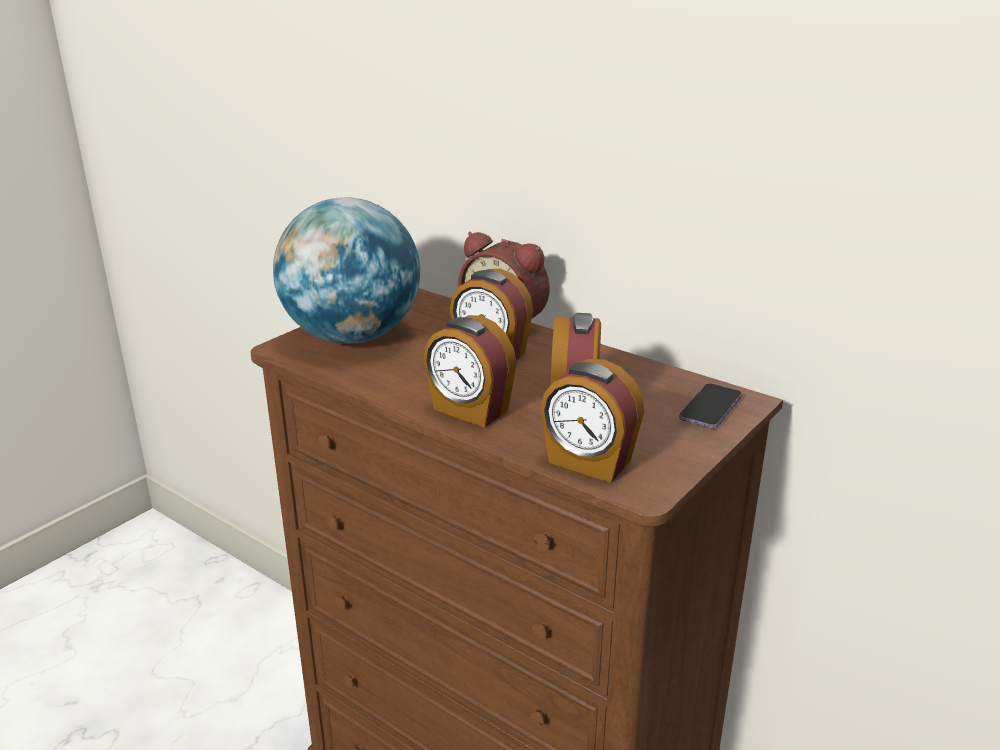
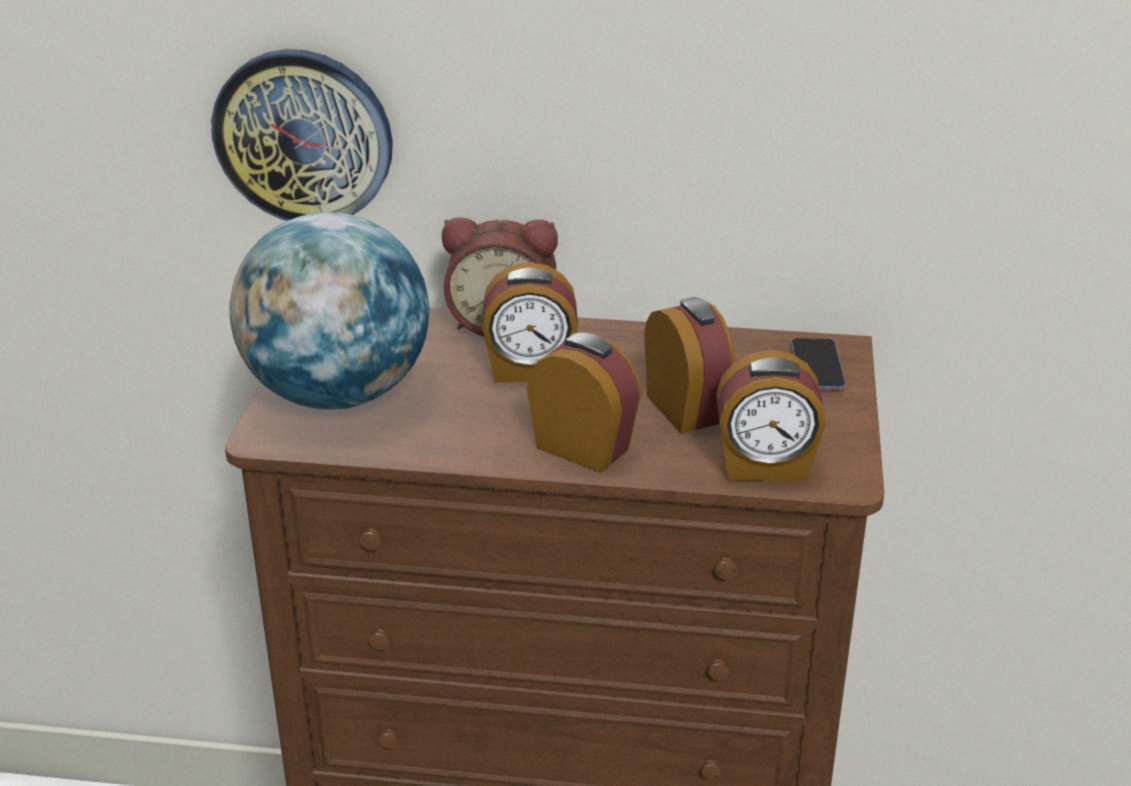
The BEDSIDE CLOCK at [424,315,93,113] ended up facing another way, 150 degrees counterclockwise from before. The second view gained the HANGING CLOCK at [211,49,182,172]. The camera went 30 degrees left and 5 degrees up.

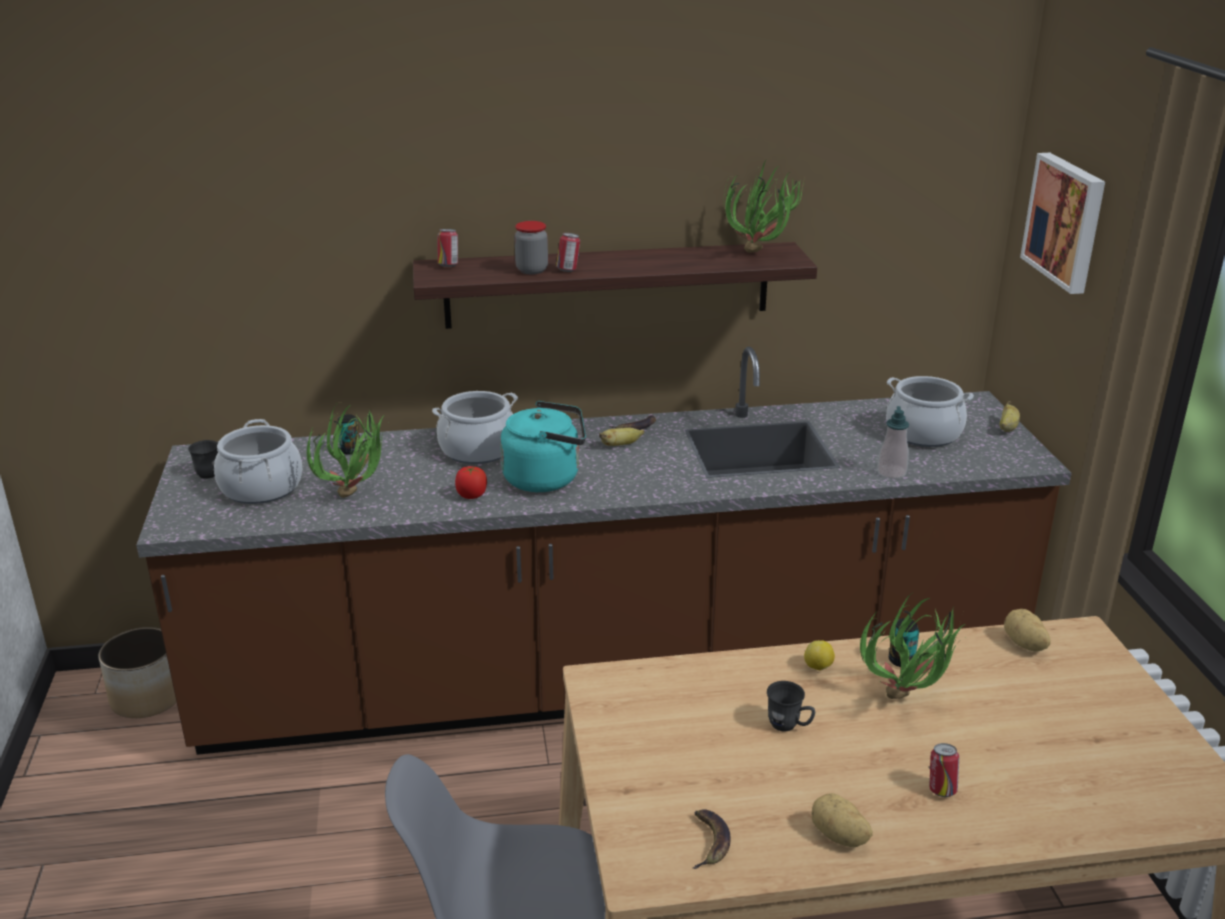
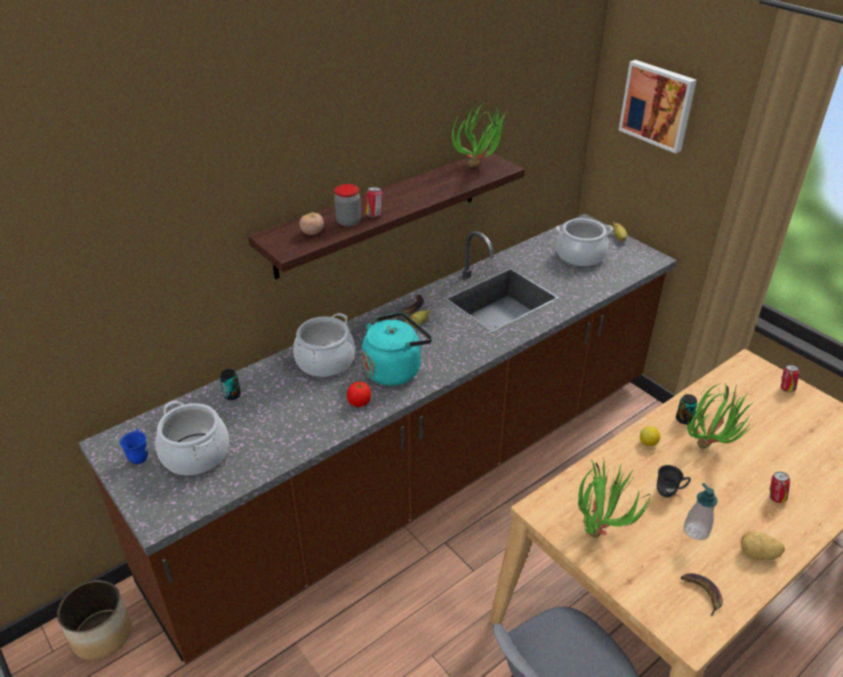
What was the GRAY TEA MUG at [188,440,31,39] turned into the BLUISH TEA MUG at [120,429,28,35]. The HOUSEPLANT ended up elsewhere, having gone from [307,405,77,93] to [578,459,73,79]. The CAN ended up elsewhere, having gone from [438,229,20,38] to [781,365,19,27]. The SOAP DISPENSER ended up elsewhere, having gone from [877,406,32,73] to [684,483,34,57]. The second view lost the POTATO at [1004,609,47,42]. The second view gained the WHOLE TOMATO at [299,213,25,22]. The camera went 30 degrees left and 10 degrees up.

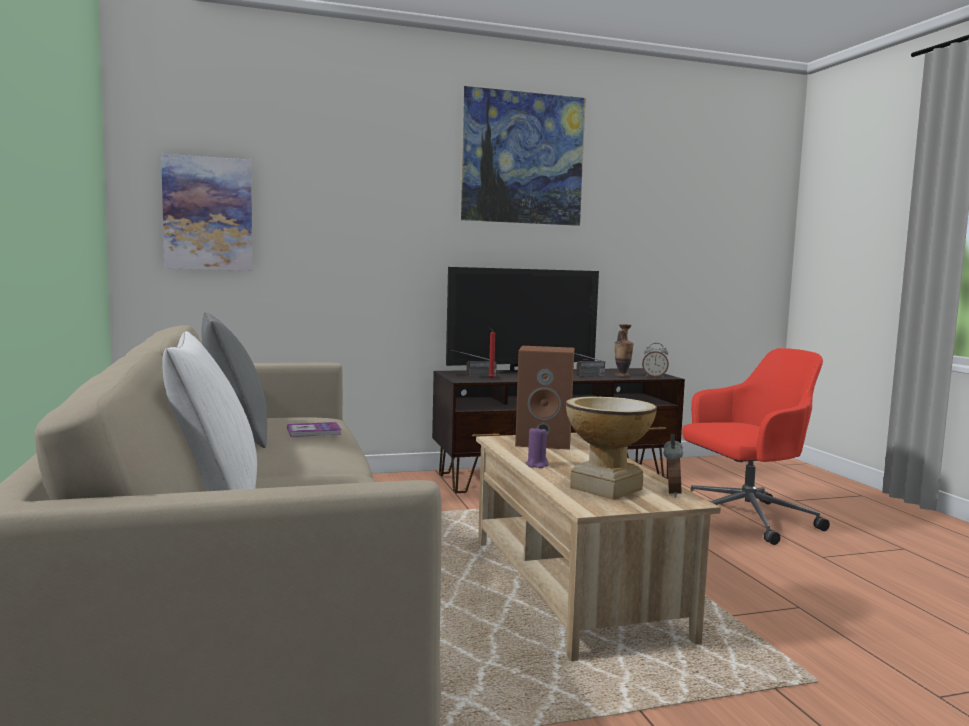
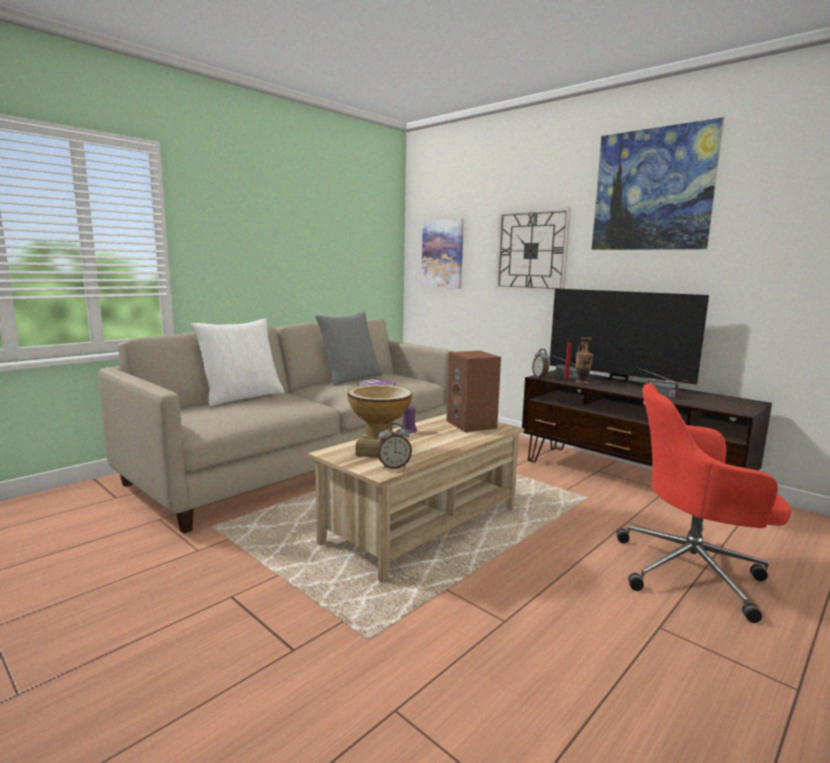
The FLOWER VASE ended up elsewhere, having gone from [615,324,19,53] to [576,337,17,47]. The BEDSIDE CLOCK ended up elsewhere, having gone from [642,343,27,35] to [532,349,18,30]. The RED-COLOURED COMPUTER CHAIR at [682,348,148,197] ended up facing another way, 150 degrees clockwise from before. The second view gained the HANGING CLOCK at [495,208,76,84]. The camera went 60 degrees right and 5 degrees up.

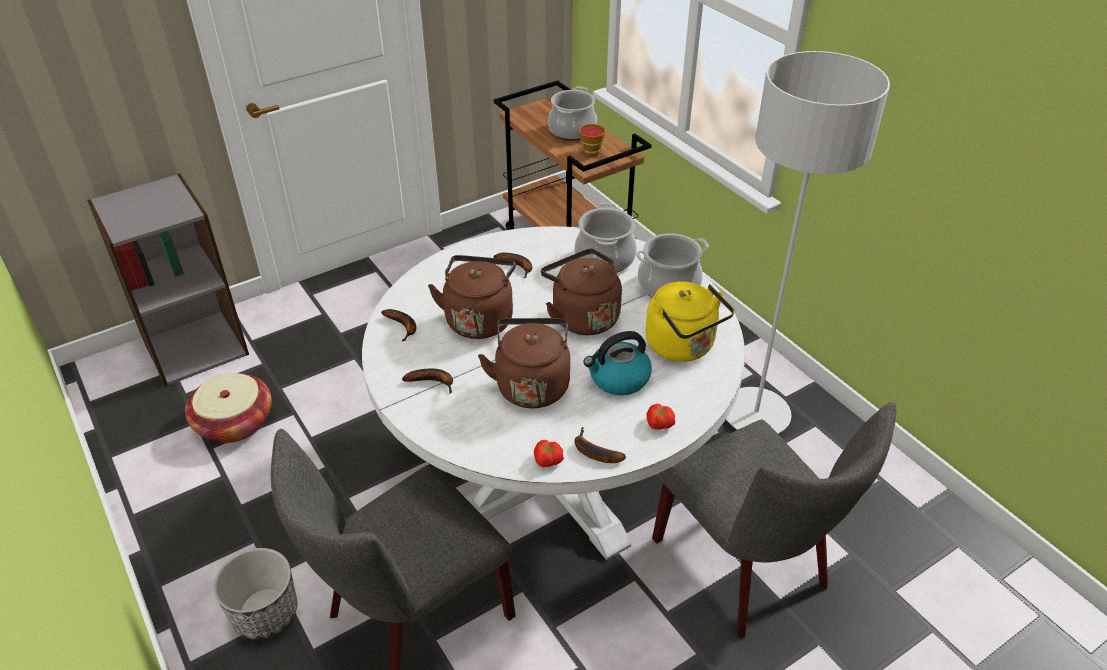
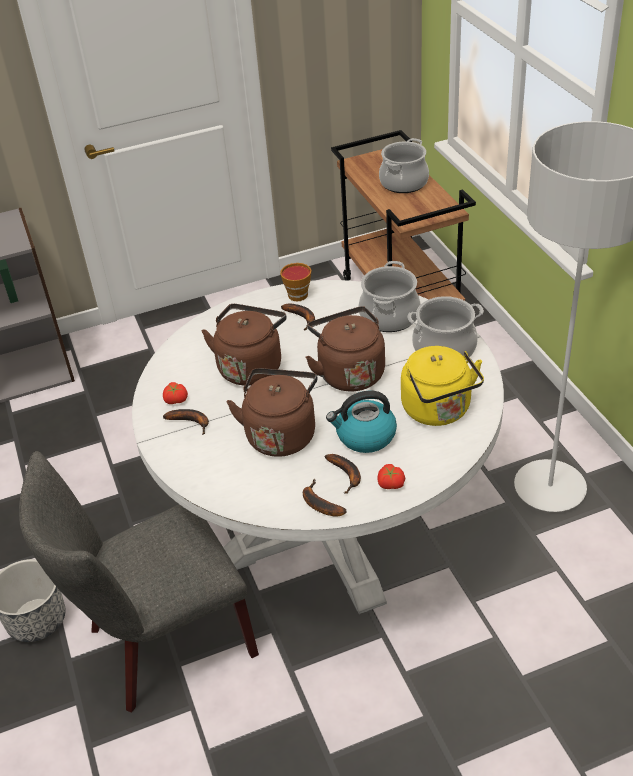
The second view lost the HOUSEHOLD BASKET at [185,373,87,70]. The BANANA FRUIT ended up elsewhere, having gone from [381,309,35,32] to [324,454,37,40]. The WHOLE TOMATO ended up elsewhere, having gone from [534,440,30,27] to [163,382,25,22]. The SMALL CUP ended up elsewhere, having gone from [579,124,27,33] to [280,263,31,38]. The second view lost the GRAY UPRIGHT CHAIR at [652,402,244,235]. The camera went 15 degrees right and 0 degrees up.

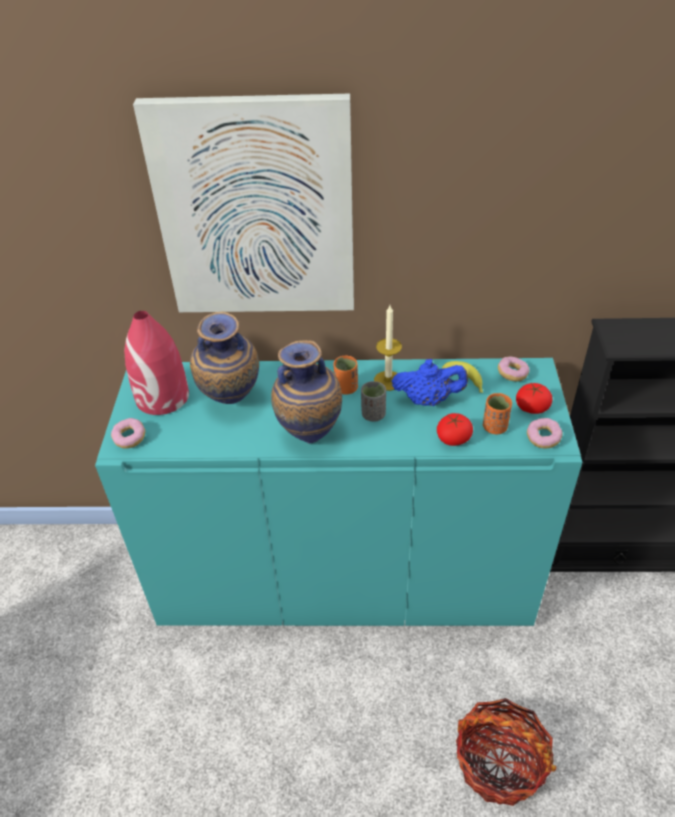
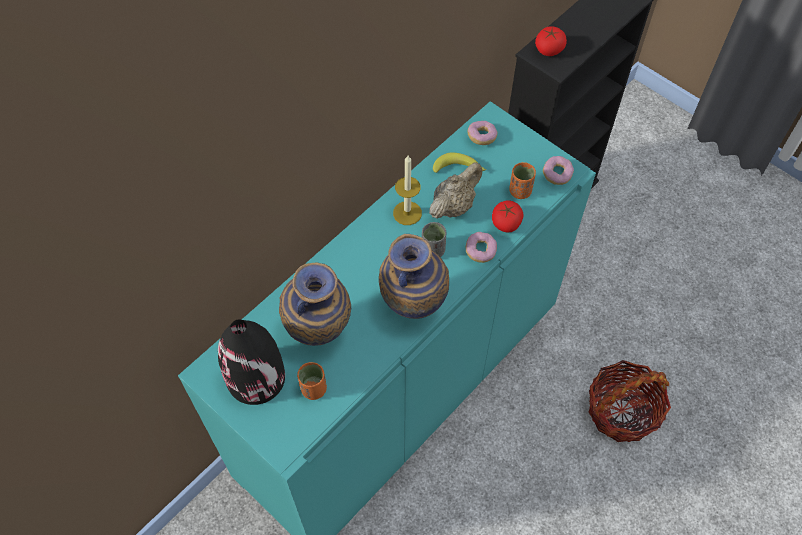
The RING DOUGHNUT ended up elsewhere, having gone from [111,418,34,31] to [466,232,31,31]. What was the RED-COLOURED FLOWER VASE at [124,311,65,104] turned into the BLACK-COLOURED FLOWER VASE at [218,319,67,86]. The second view lost the WALL ART at [133,94,221,218]. The ORANGEY SMALL CUP ended up elsewhere, having gone from [333,355,25,39] to [297,362,30,38]. What was the BLUISH TEA POT at [392,359,76,47] turned into the BEIGE TEA POT at [429,163,53,56]. The WHOLE TOMATO ended up elsewhere, having gone from [516,383,36,31] to [535,26,32,30]. The camera went 50 degrees left and 15 degrees up.

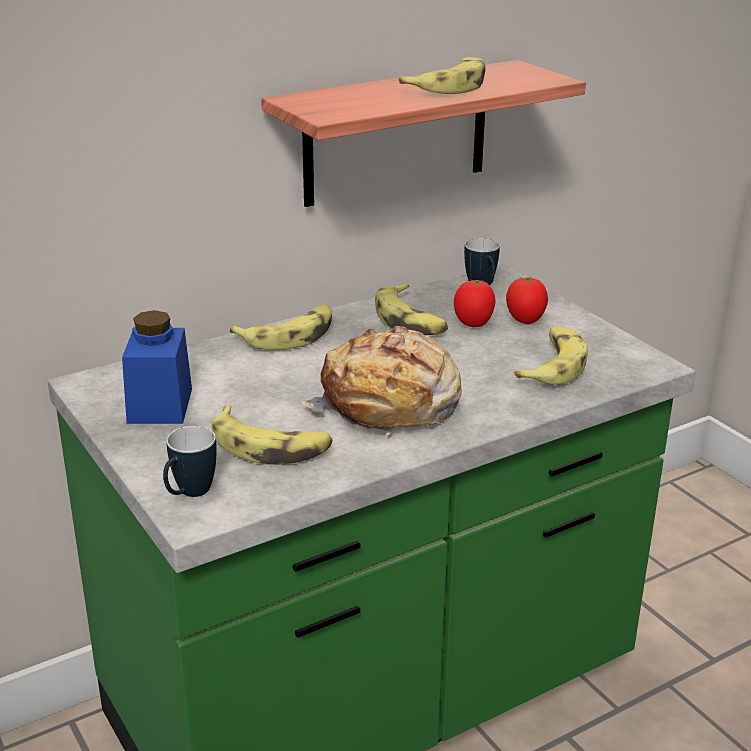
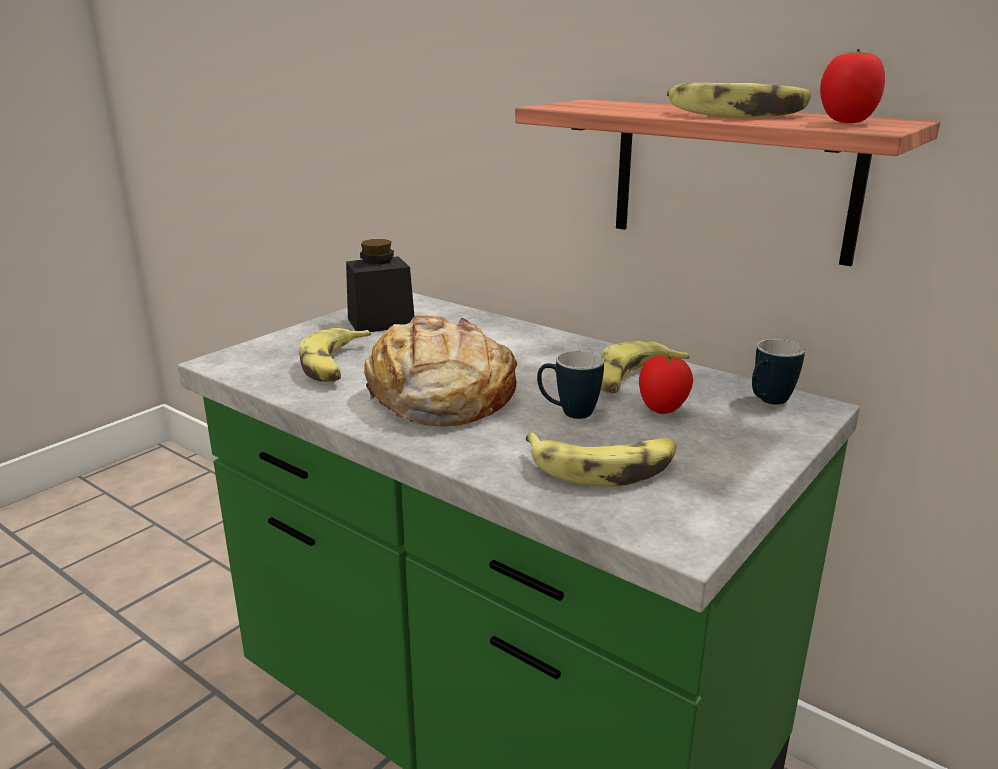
What was the BLUISH PRESERVE JAR at [122,310,70,114] turned into the BLACK-COLOURED PRESERVE JAR at [346,239,68,93]. The TEA MUG ended up elsewhere, having gone from [163,426,54,71] to [537,351,67,68]. The second view lost the BANANA FRUIT at [230,305,102,45]. The WHOLE TOMATO ended up elsewhere, having gone from [506,276,42,48] to [820,49,65,74]. The camera went 70 degrees right and 5 degrees down.

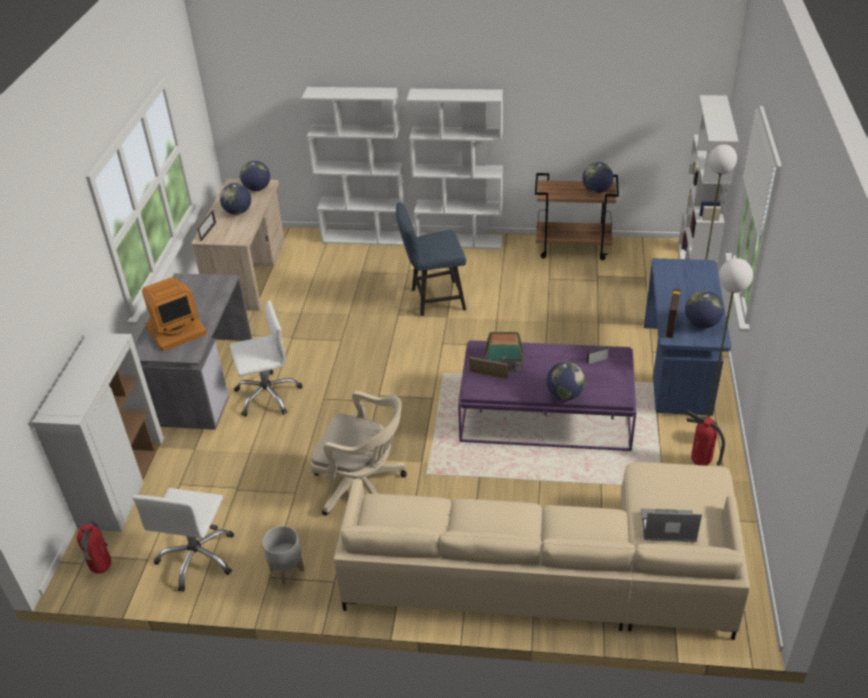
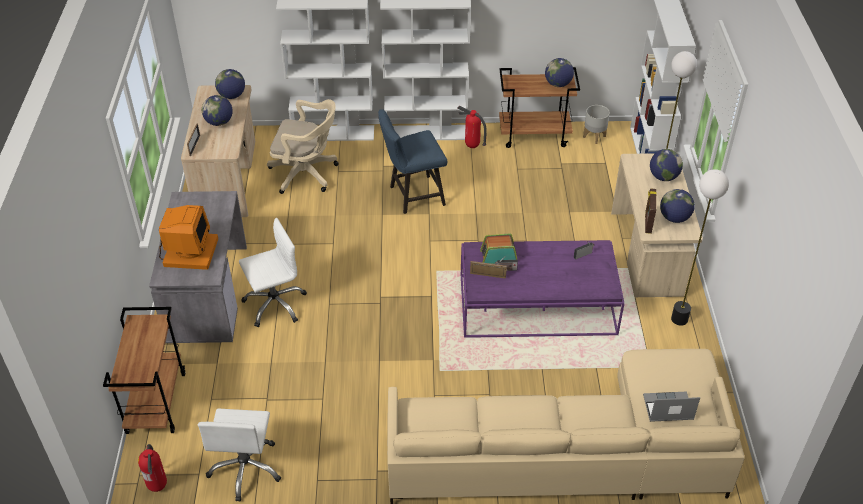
Where the WHITISH CUPBOARD stood at [32,333,132,199], the BROWNISH CART came to stand at [103,307,82,127]. The COMPUTER DISPLAY at [142,277,65,74] ended up facing another way, 45 degrees counterclockwise from before. The GRAY PLANTER ended up elsewhere, having gone from [262,526,42,58] to [583,105,27,39]. The BEIGE COMPUTER CHAIR ended up elsewhere, having gone from [311,391,96,125] to [267,99,72,95]. The WORLD GLOBE ended up elsewhere, having gone from [546,362,39,38] to [650,149,33,32]. What was the BLUISH DESK UNIT at [644,258,87,158] turned into the BEIGE DESK UNIT at [611,153,92,144]. The FIRE EXTINGUISHER ended up elsewhere, having gone from [685,410,40,56] to [457,106,30,42]. The camera went 10 degrees left and 5 degrees up.

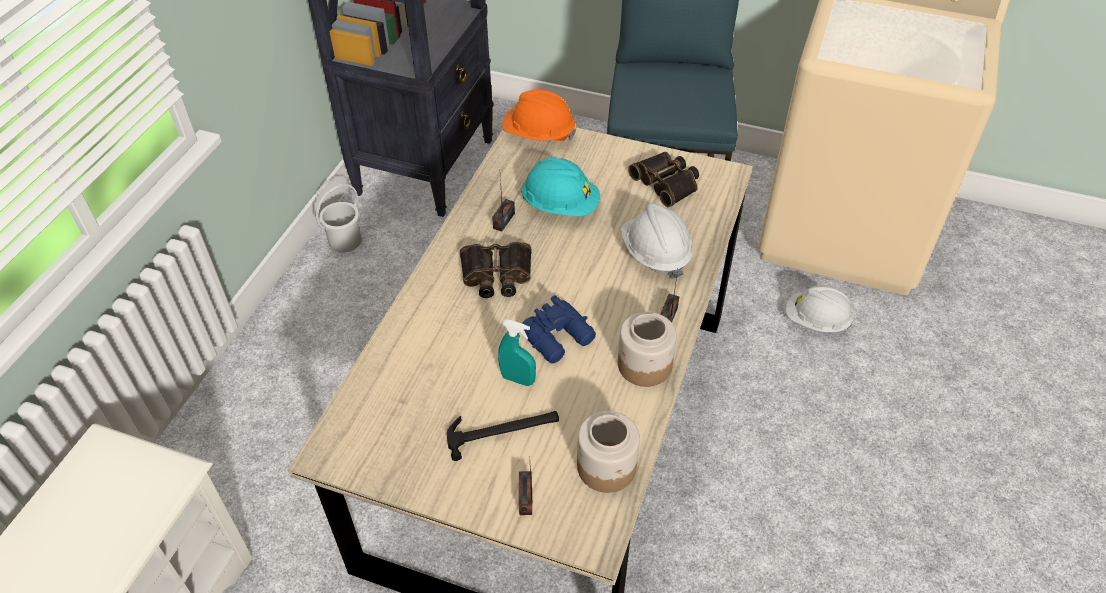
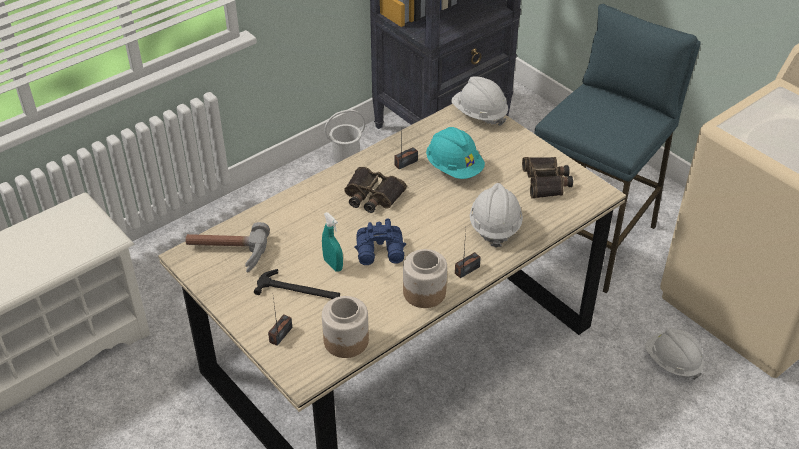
What was the ORANGEY SAFETY HELMET at [502,90,74,51] turned into the WHITISH SAFETY HELMET at [451,77,57,49]. The second view gained the HAND HAMMER at [185,222,85,51]. The camera went 30 degrees right and 5 degrees down.

